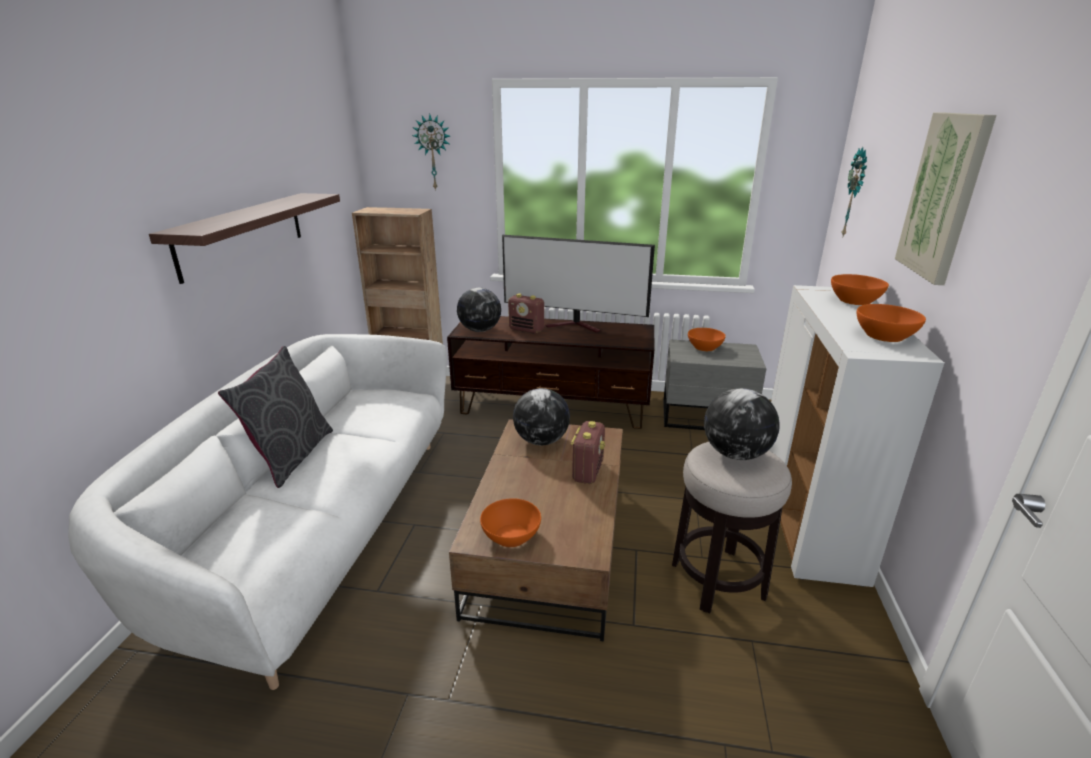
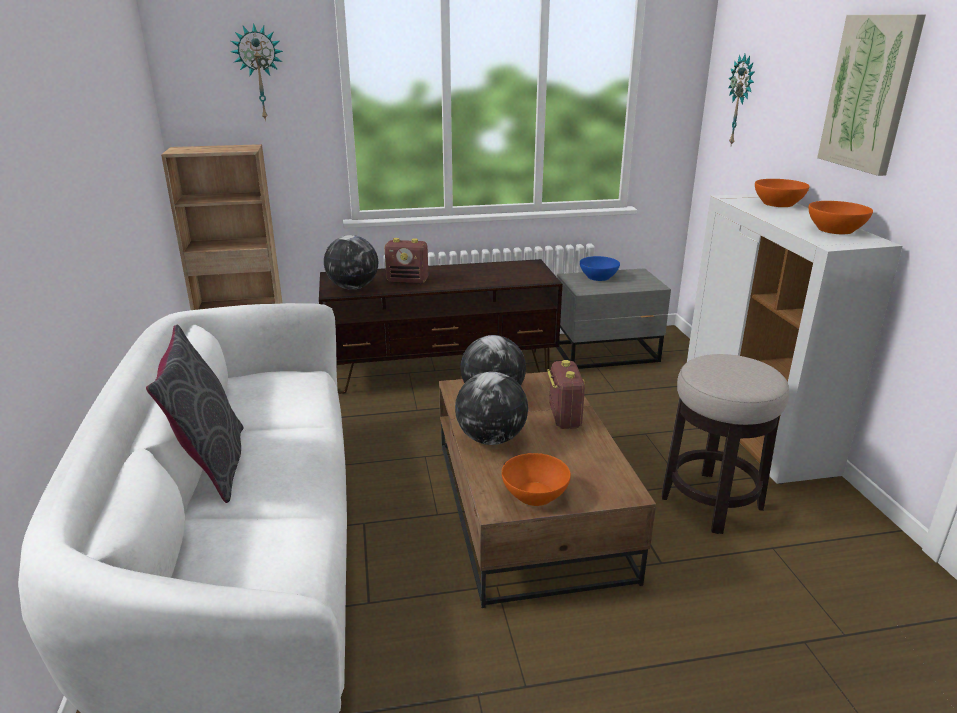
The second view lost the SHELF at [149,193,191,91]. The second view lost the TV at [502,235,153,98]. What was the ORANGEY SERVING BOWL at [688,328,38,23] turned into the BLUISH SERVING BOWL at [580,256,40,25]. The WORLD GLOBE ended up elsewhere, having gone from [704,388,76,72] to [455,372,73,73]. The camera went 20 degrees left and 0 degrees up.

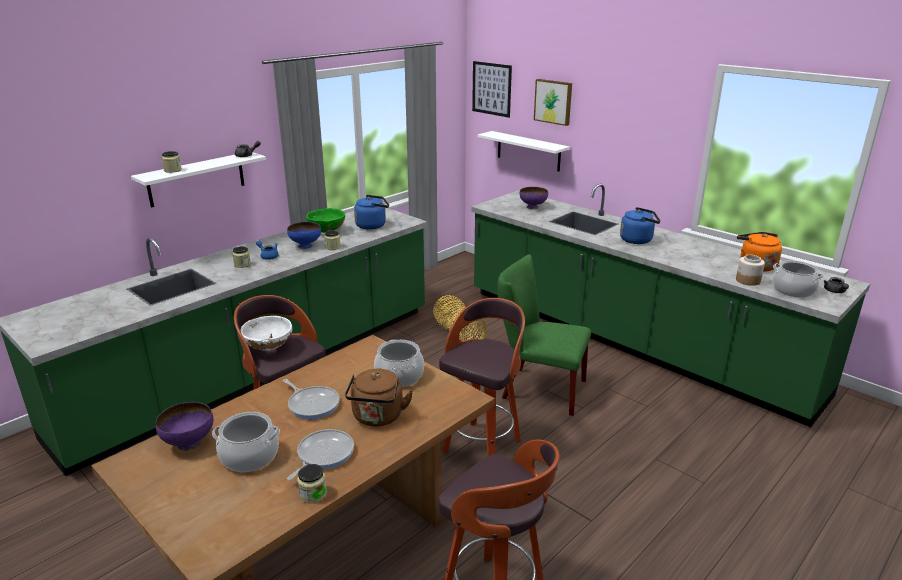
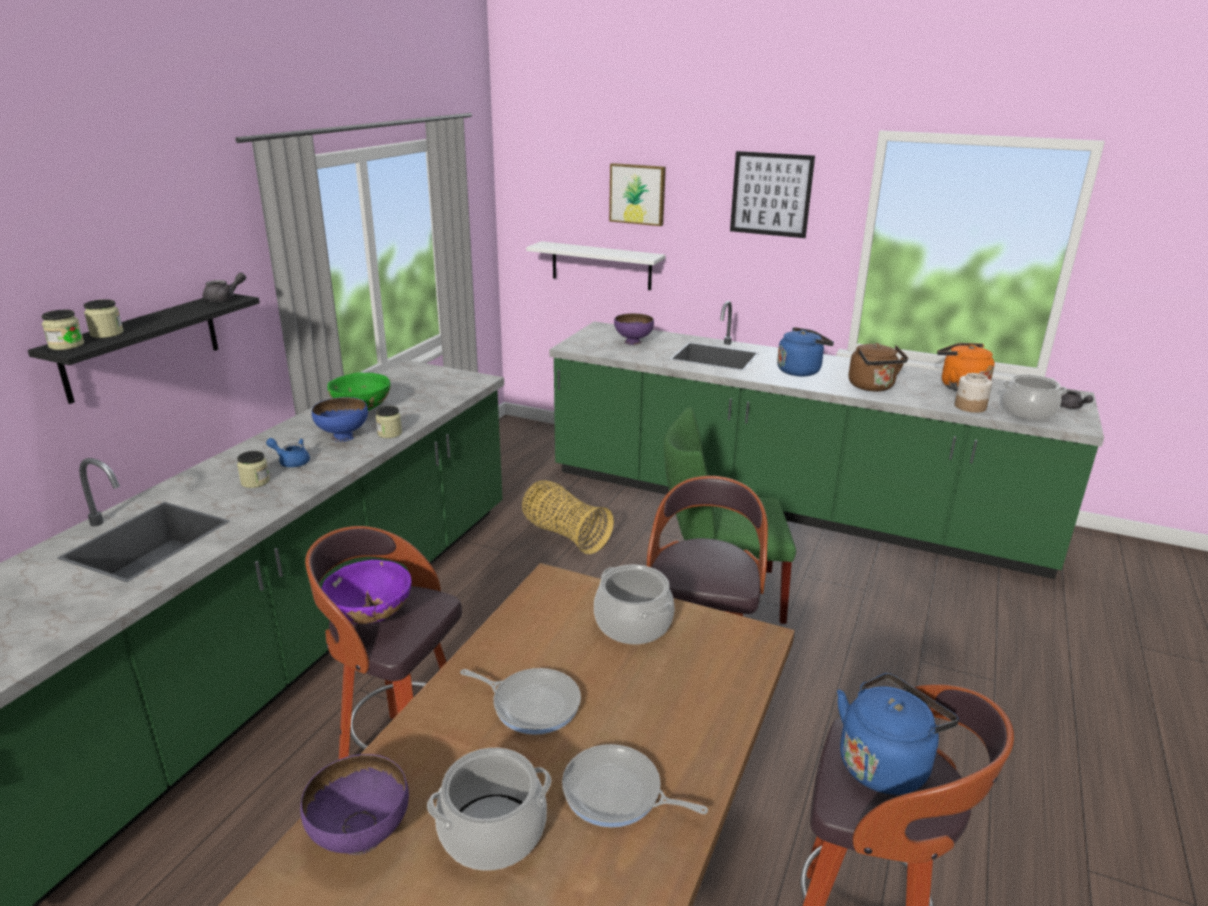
What was the WHITISH SHELF at [131,152,135,56] turned into the BLACK-COLOURED SHELF at [28,294,232,110]. What was the WHITISH SERVING BOWL at [240,316,52,35] turned into the PURPLE-COLOURED SERVING BOWL at [322,560,90,64]. The FRYING PAN at [287,429,67,51] ended up facing another way, 75 degrees counterclockwise from before. The PRESERVE JAR ended up elsewhere, having gone from [297,464,30,40] to [42,310,42,40]. The BROWNISH WATER KETTLE ended up elsewhere, having gone from [345,369,68,57] to [849,343,59,48]. The BLUISH WATER KETTLE ended up elsewhere, having gone from [354,195,35,35] to [837,673,122,122]. The WALL ART ended up elsewhere, having gone from [472,61,40,57] to [730,151,85,87]. The camera went 20 degrees left and 0 degrees up.

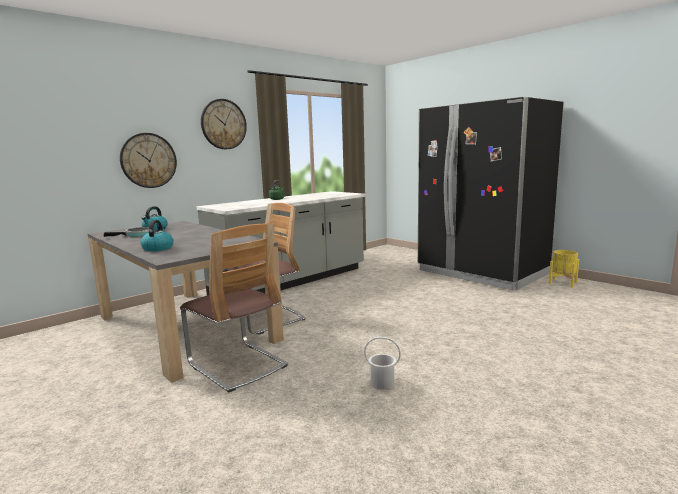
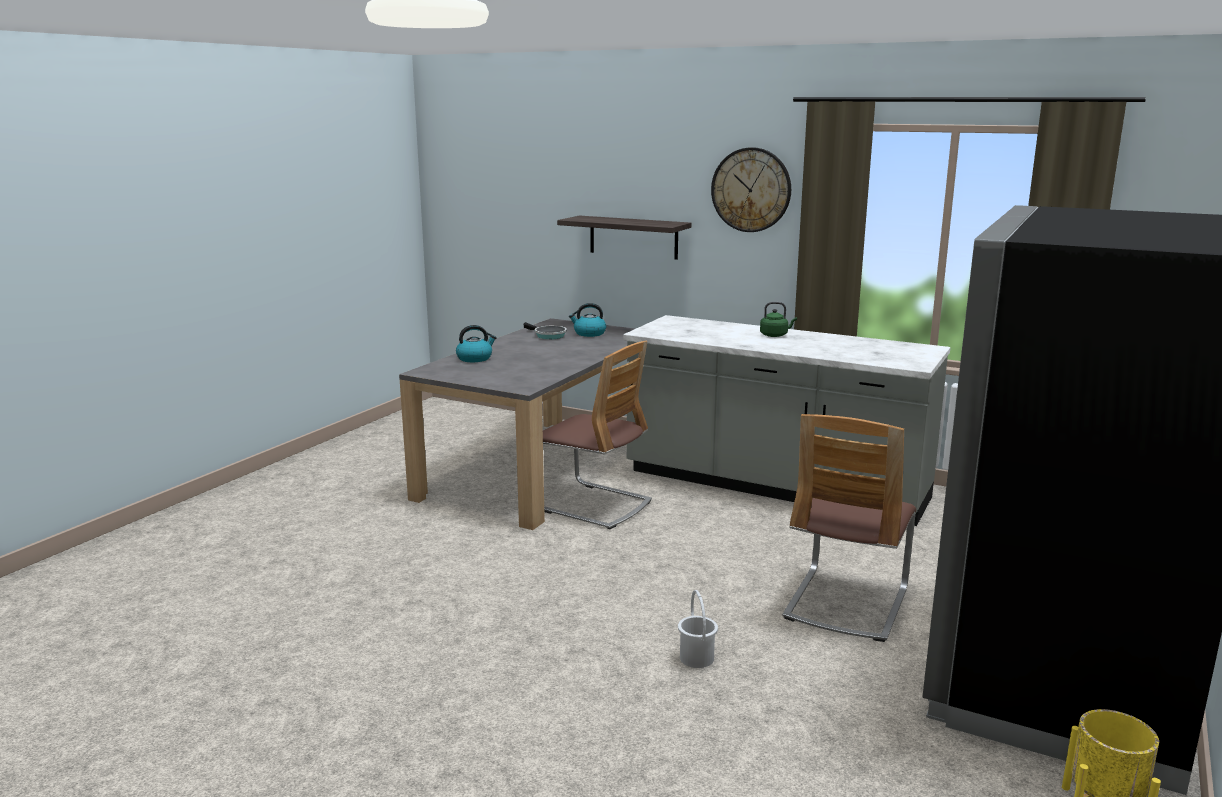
Where the HANGING CLOCK hung at [120,133,57,55], the SHELF came to hang at [557,216,134,44]. The UPRIGHT CHAIR ended up elsewhere, having gone from [180,223,108,170] to [782,414,134,228]. The WHITISH BUCKET ended up elsewhere, having gone from [364,337,37,53] to [678,590,40,78]. The camera went 70 degrees right and 5 degrees up.

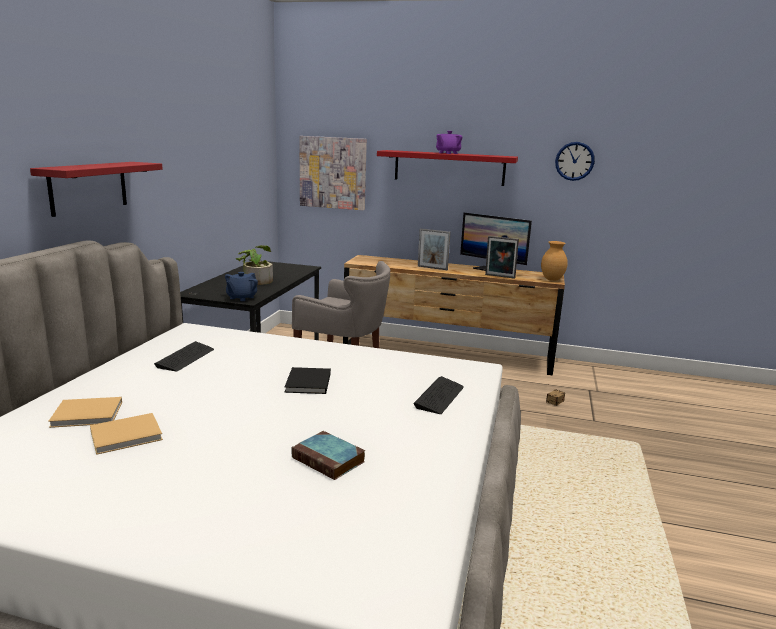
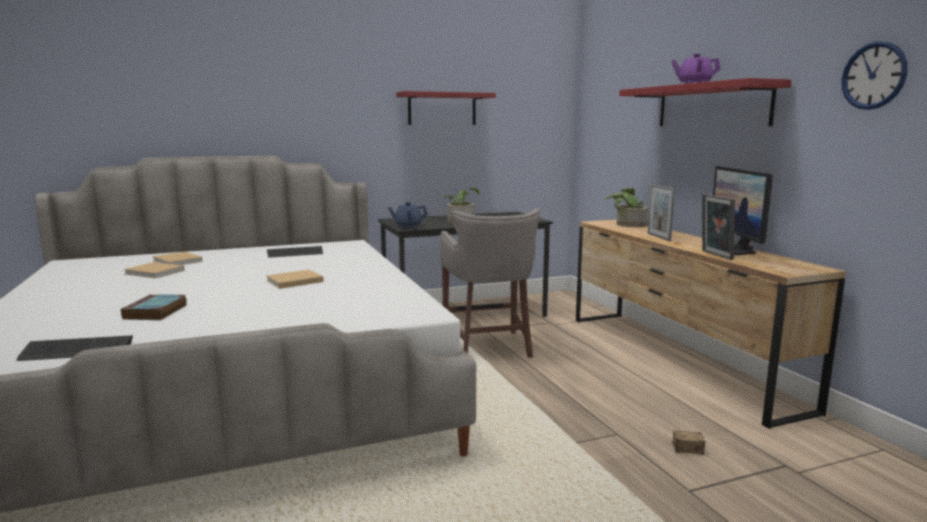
The RED-COLOURED SHELF ended up elsewhere, having gone from [30,162,133,55] to [396,91,100,34]. What was the BLACK-COLOURED VOLUME at [285,367,46,27] turned into the BEIGE VOLUME at [266,270,58,19]. The second view lost the WALL ART at [299,136,68,74]. The COMPUTER KEYBOARD ended up elsewhere, having gone from [413,376,51,38] to [16,335,117,26]. The second view lost the BROWNISH FLOWER VASE at [541,241,27,40]. The second view gained the HOUSEPLANT at [605,188,44,39]. The camera went 55 degrees right and 5 degrees down.

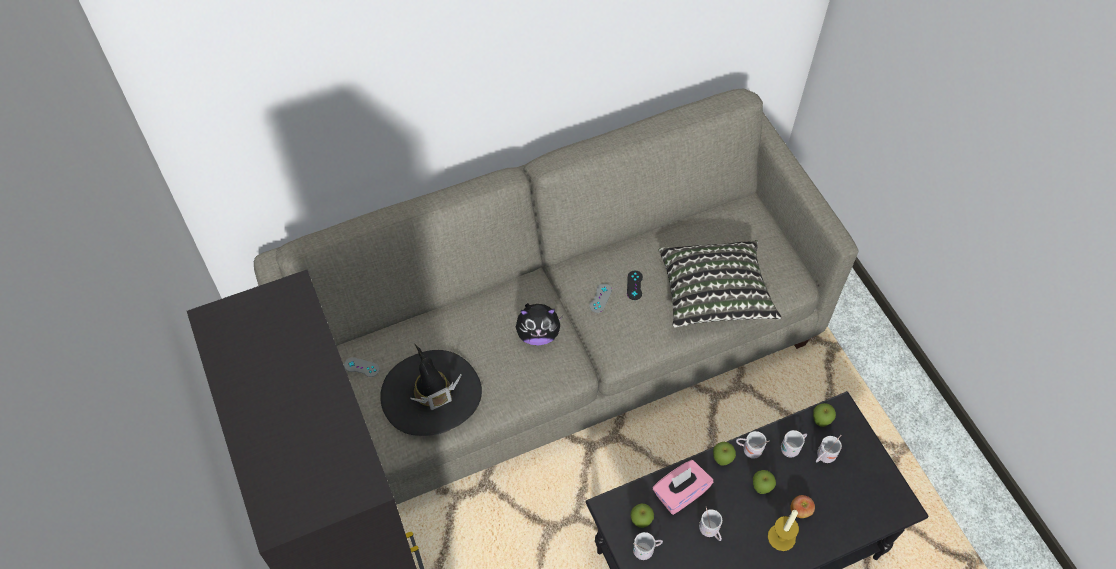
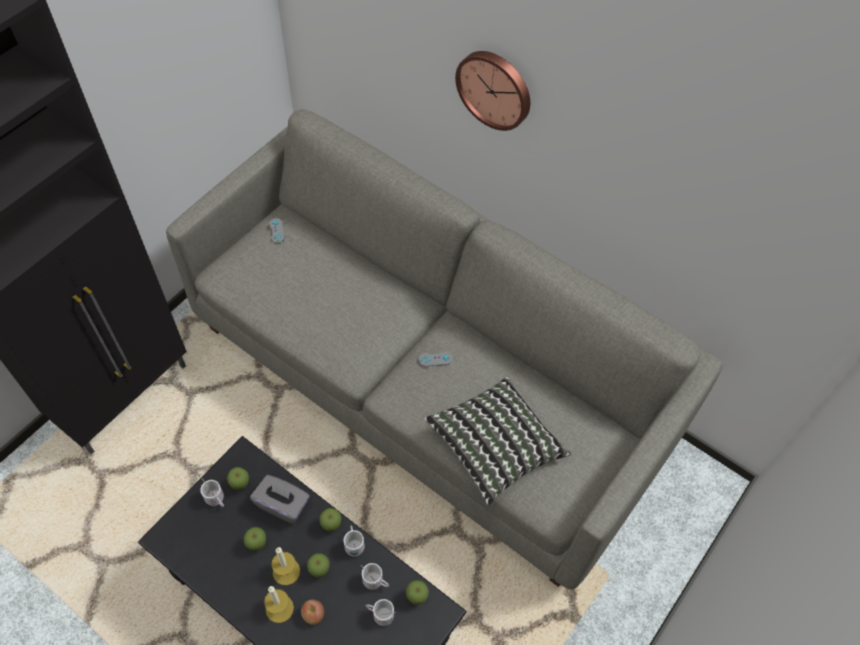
The second view lost the BLACK-COLOURED CLOTHING HAT at [380,343,102,93]. The second view lost the CUDDLY TOY at [516,303,47,42]. The second view lost the BLACK-COLOURED GAME CONTROLLER at [627,270,16,30]. What was the PINKISH TISSUE HOLDER at [652,460,61,55] turned into the GRAY TISSUE HOLDER at [250,475,60,49]. Where the WHITISH TEA MUG stood at [699,506,23,35], the APPLE FRUIT came to stand at [243,527,23,24]. The second view gained the WAX CANDLE at [271,547,29,38]. The second view gained the HANGING CLOCK at [455,51,75,80]. The camera went 60 degrees right and 0 degrees up.

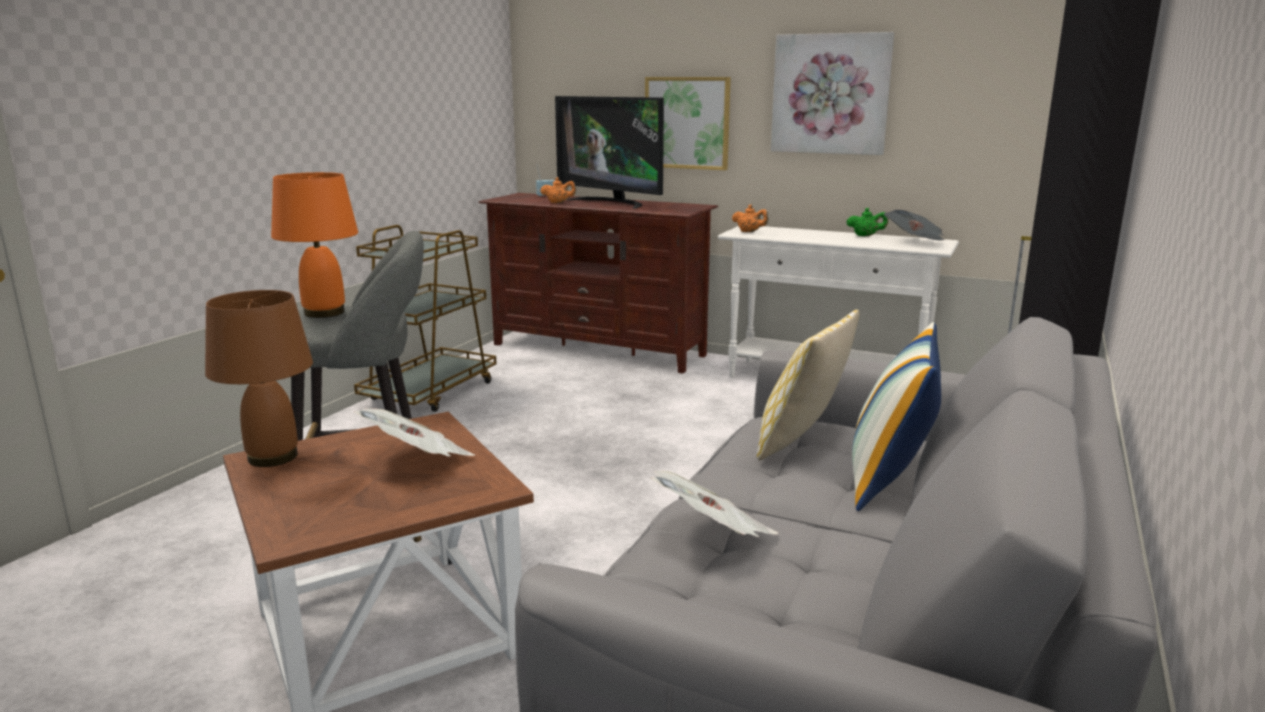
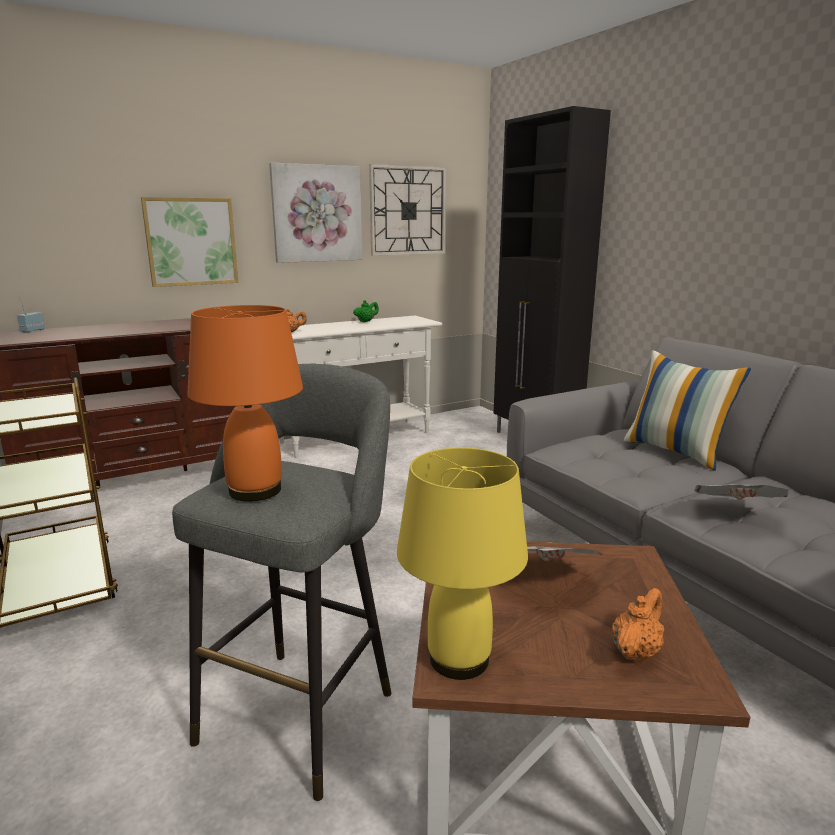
What was the BROWNISH TABLETOP LAMP at [205,290,108,177] turned into the YELLOWISH TABLETOP LAMP at [397,448,131,232]. The ORANGEY TEA POT ended up elsewhere, having gone from [540,177,36,26] to [612,588,52,74]. The second view lost the TV at [555,96,109,113]. The second view lost the THROW PILLOW at [757,310,103,150]. The second view lost the DAILY PAPER at [884,210,60,30]. The second view gained the HANGING CLOCK at [369,164,77,92]. The camera went 55 degrees left and 0 degrees up.

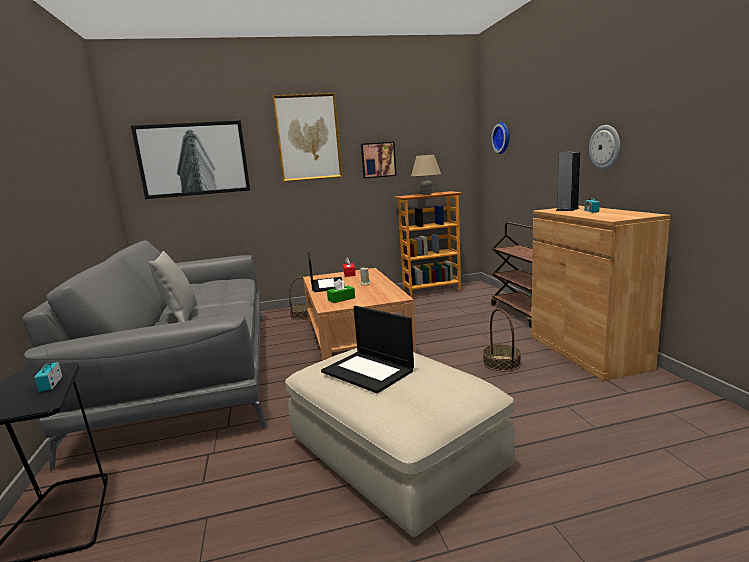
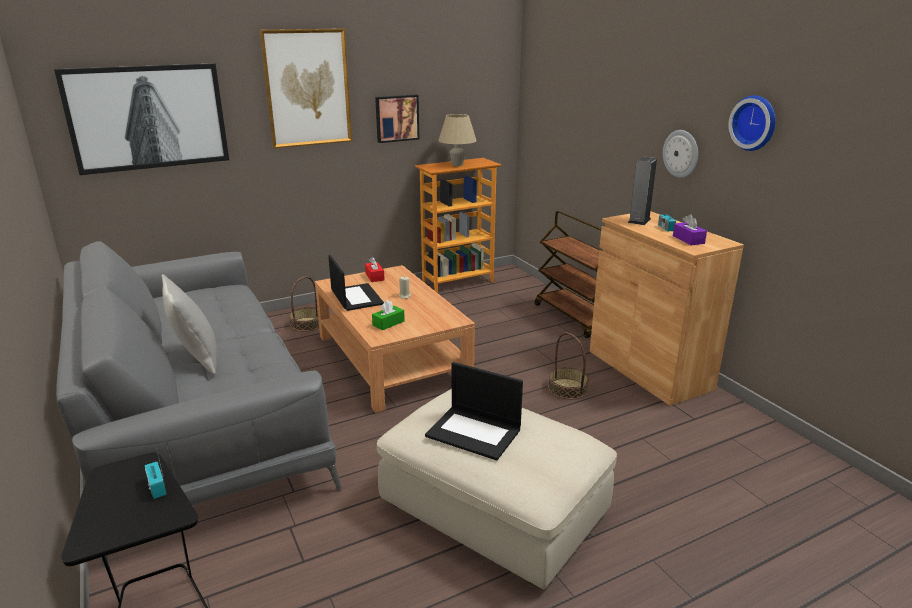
The HANGING CLOCK ended up elsewhere, having gone from [491,122,19,32] to [728,95,48,56]. The second view gained the PURPLE-COLOURED TISSUE HOLDER at [673,214,34,31]. The camera went 15 degrees left and 10 degrees up.

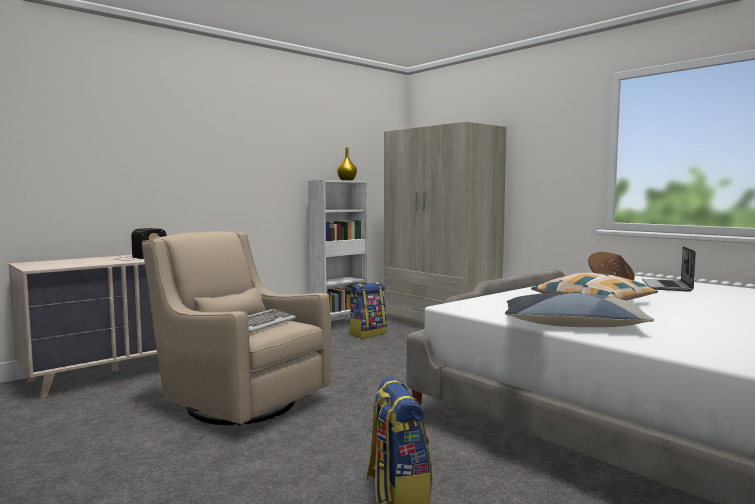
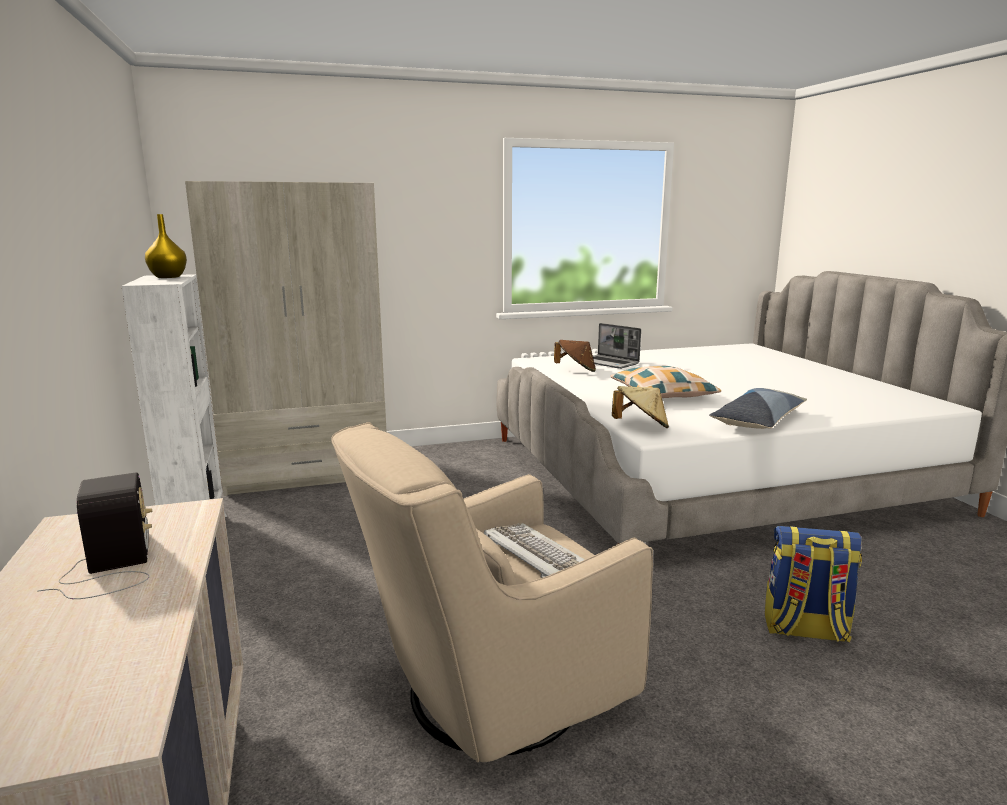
The second view lost the RUCKSACK at [349,282,38,57]. The second view gained the BEIGE CLOTHING HAT at [612,386,57,42]. The camera went 65 degrees left and 10 degrees up.

